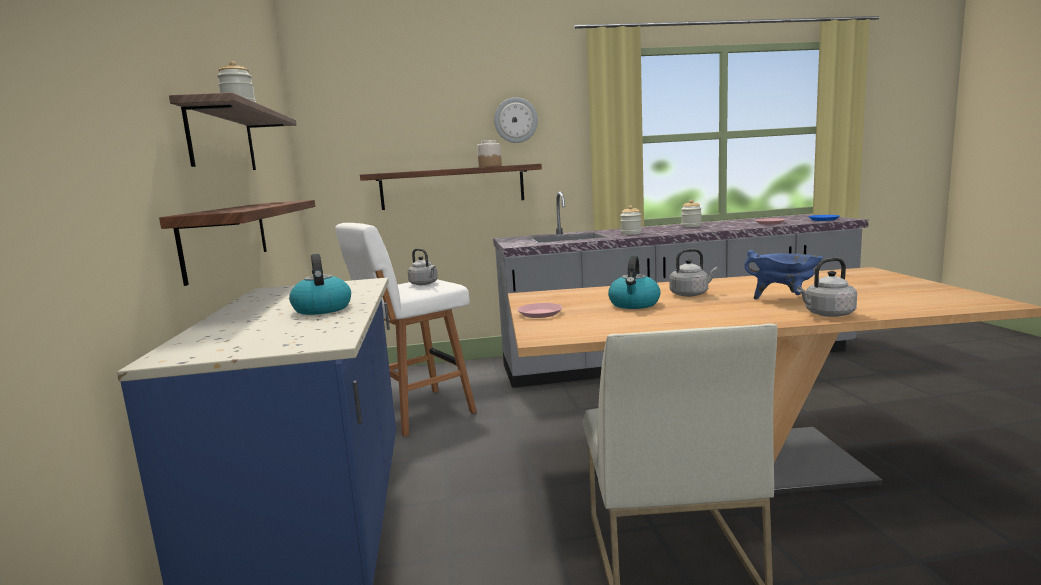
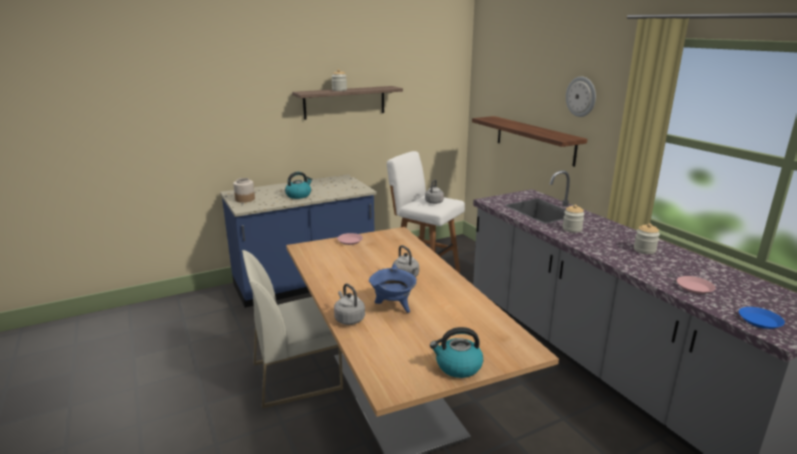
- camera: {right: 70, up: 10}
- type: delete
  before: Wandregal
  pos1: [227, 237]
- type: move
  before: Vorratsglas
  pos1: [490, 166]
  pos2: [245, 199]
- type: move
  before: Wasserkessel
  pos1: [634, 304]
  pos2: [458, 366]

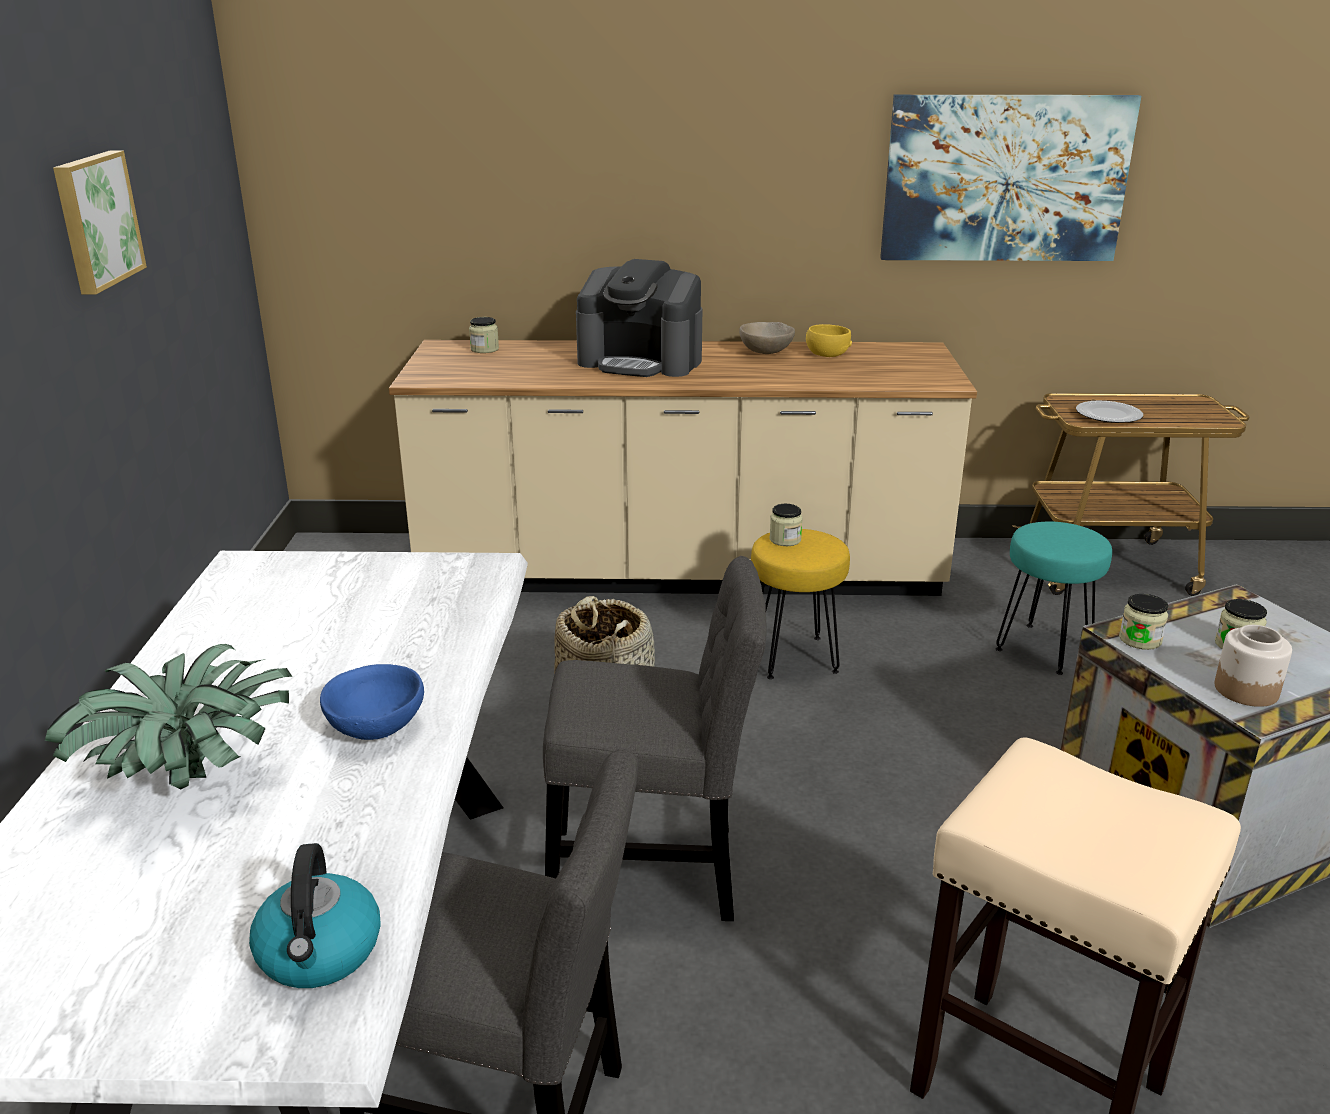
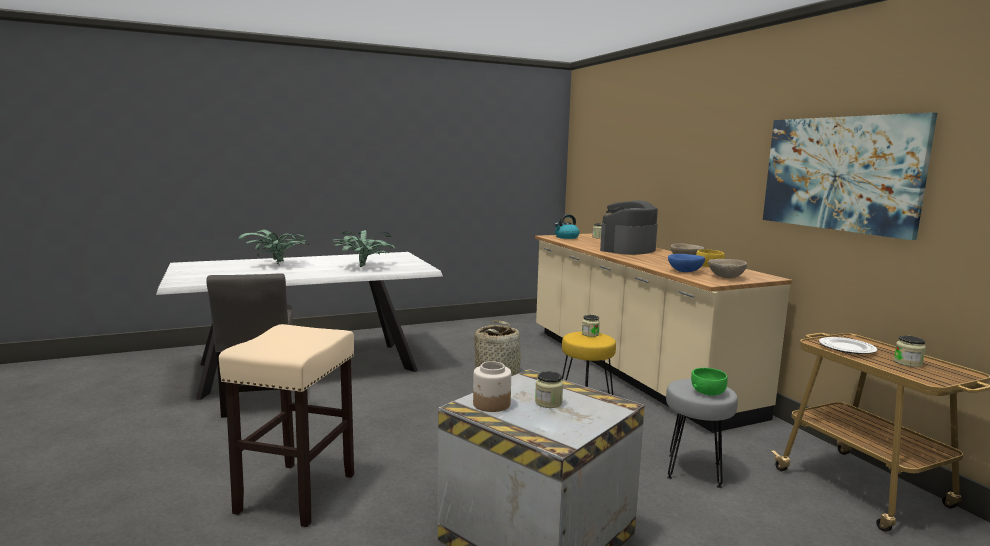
- camera: {right: 65, up: -15}
- type: delete
  before: Bild
  pos1: [95, 220]
- type: delete
  before: Stuhl [grau]
  pos1: [654, 870]
- type: insert
  after: Topfpflanze
  pos2: [364, 267]
- type: insert
  after: Schüssel [grün]
  pos2: [708, 391]
- type: insert
  after: Schüssel [beige]
  pos2: [725, 277]
- type: move
  before: Wasserkessel
  pos1: [320, 953]
  pos2: [566, 237]
- type: move
  before: Schüssel [blau]
  pos1: [375, 726]
  pos2: [685, 271]
- type: move
  before: Vorratsglas
  pos1: [1140, 640]
  pos2: [907, 363]
- type: recolor
  before: Hocker [türkis]
  after: Hocker [grau]
  pos1: [1042, 648]
  pos2: [693, 470]
- type: rotate
  before: Kaffeemaschine
  pos1: [641, 361]
  pos2: [628, 249]
  turn: 45

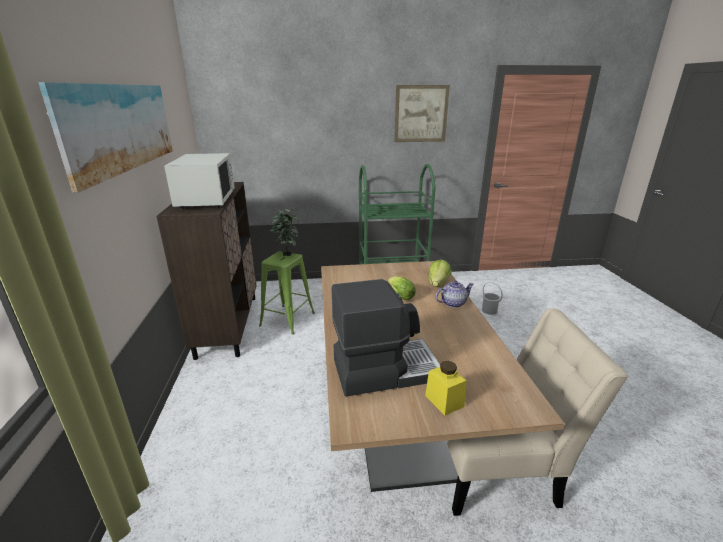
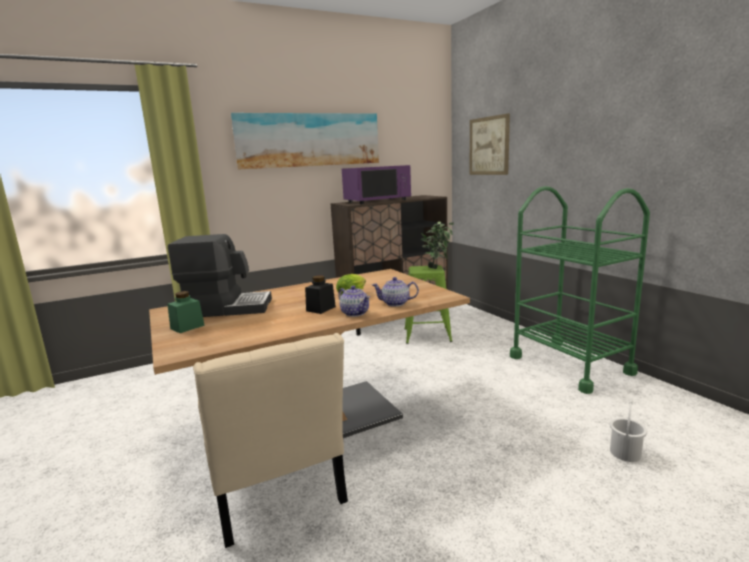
- camera: {right: 70, up: -10}
- type: insert
  after: Vorratsglas [schwarz]
  pos2: [321, 309]
- type: move
  before: Bild
  pos1: [421, 114]
  pos2: [489, 146]
- type: replace
  before: Salatkopf
  after: Teekanne
  pos1: [438, 284]
  pos2: [396, 303]
- type: recolor
  before: Mikrowelle [weiß]
  after: Mikrowelle [lila]
  pos1: [206, 200]
  pos2: [377, 201]
- type: recolor
  before: Vorratsglas [gelb]
  after: Vorratsglas [grün]
  pos1: [444, 401]
  pos2: [187, 327]
- type: rotate
  before: Kaffeemaschine
  pos1: [385, 369]
  pos2: [227, 308]
  turn: -60

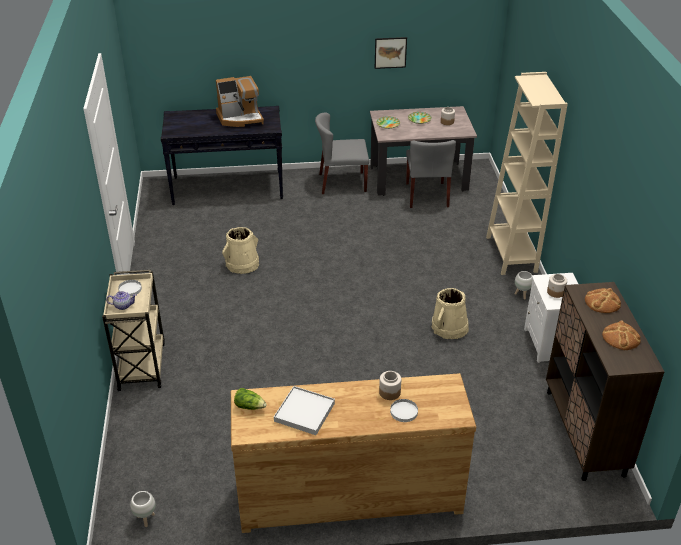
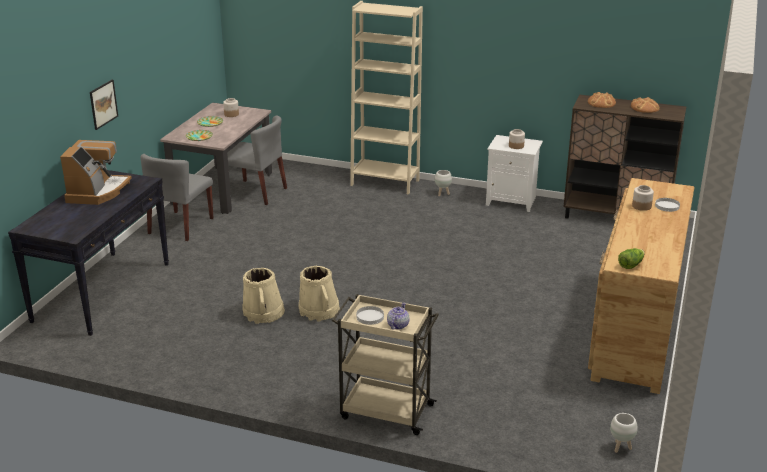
- camera: {right: -65, up: -10}
- type: delete
  before: Tablett [weiß]
  pos1: [304, 412]
- type: move
  before: Bild
  pos1: [390, 52]
  pos2: [103, 104]
- type: move
  before: Eimer [beige]
  pos1: [449, 327]
  pos2: [319, 310]

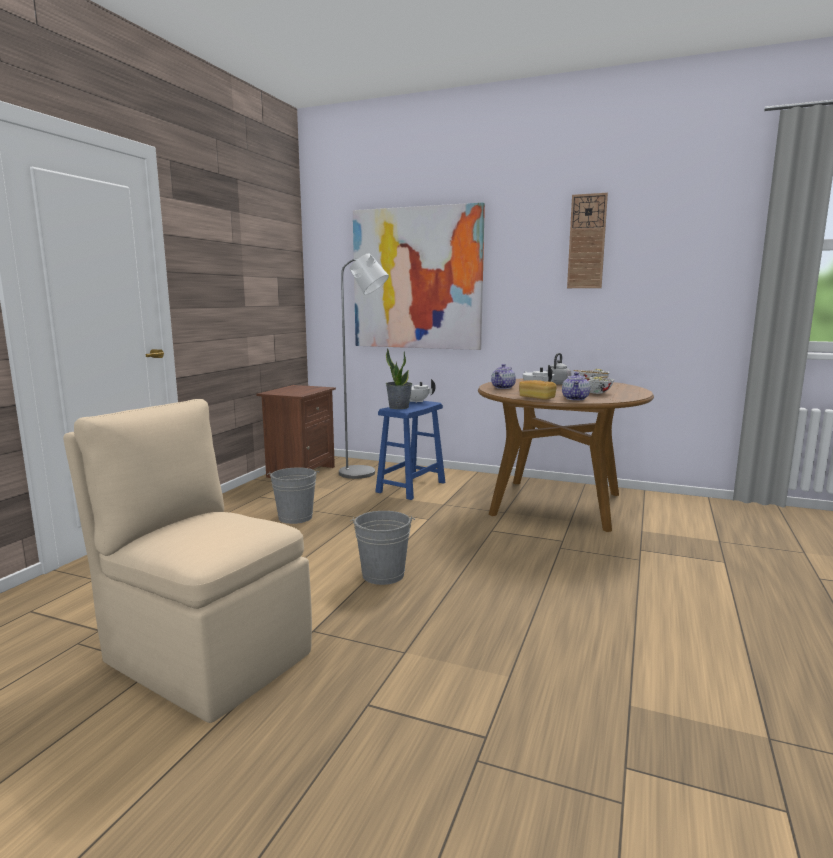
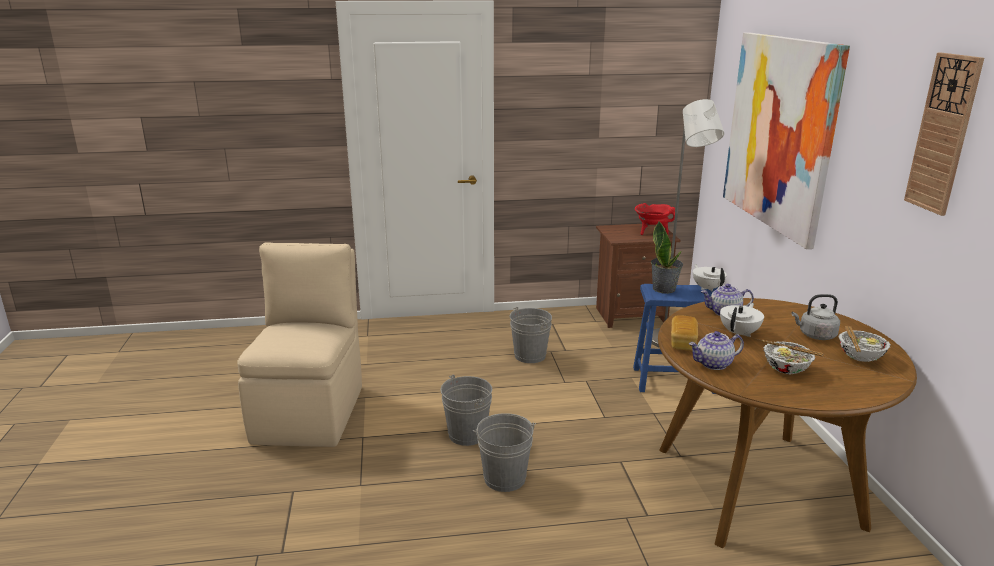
- camera: {right: 60, up: 10}
- type: insert
  after: Eimer [grau]
  pos2: [505, 478]
- type: insert
  after: Kochtopf [rot]
  pos2: [652, 232]

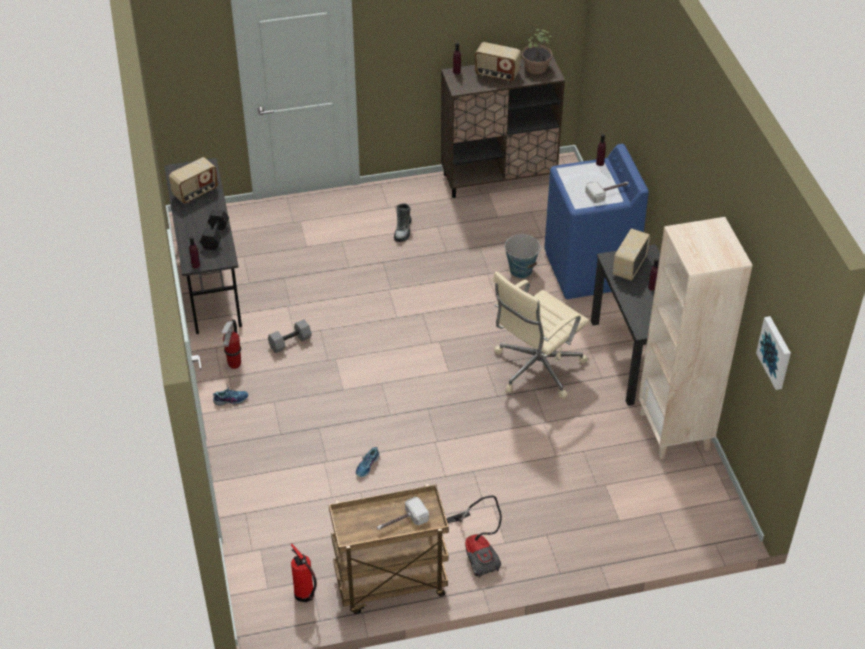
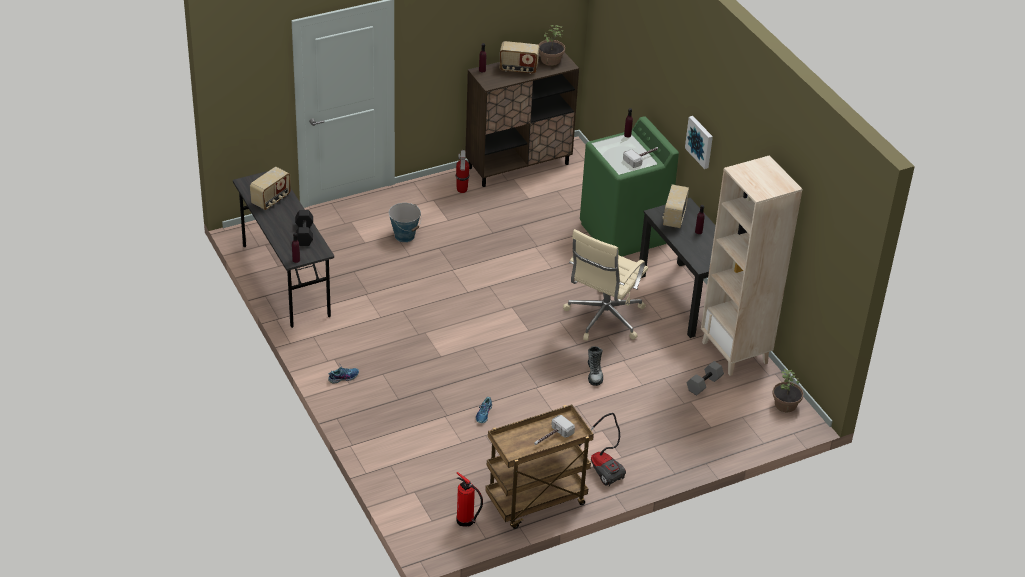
- camera: {right: -15, up: -5}
- type: insert
  after: Topfpflanze
  pos2: [786, 405]
- type: move
  before: Feuerlöscher
  pos1: [234, 364]
  pos2: [462, 190]
- type: move
  before: Hantel [grau]
  pos1: [290, 343]
  pos2: [704, 384]
- type: move
  before: Stiefel
  pos1: [403, 230]
  pos2: [594, 373]
- type: move
  before: Eimer
  pos1: [521, 270]
  pos2: [404, 236]
- type: move
  before: Bild
  pos1: [776, 352]
  pos2: [700, 141]
- type: recolor
  before: Waschmaschine [blau]
  after: Waschmaschine [grün]
  pos1: [589, 270]
  pos2: [623, 233]

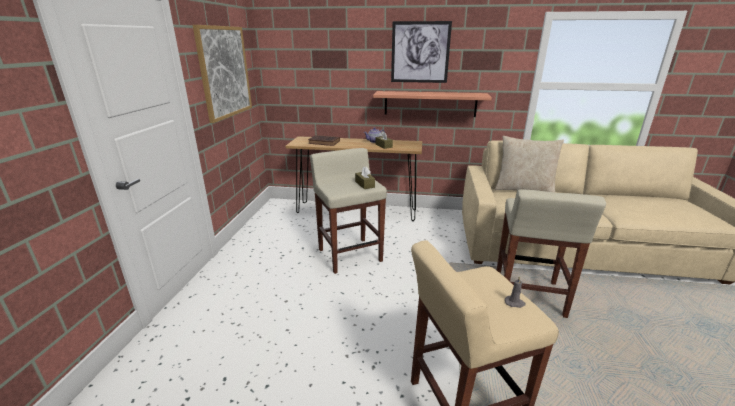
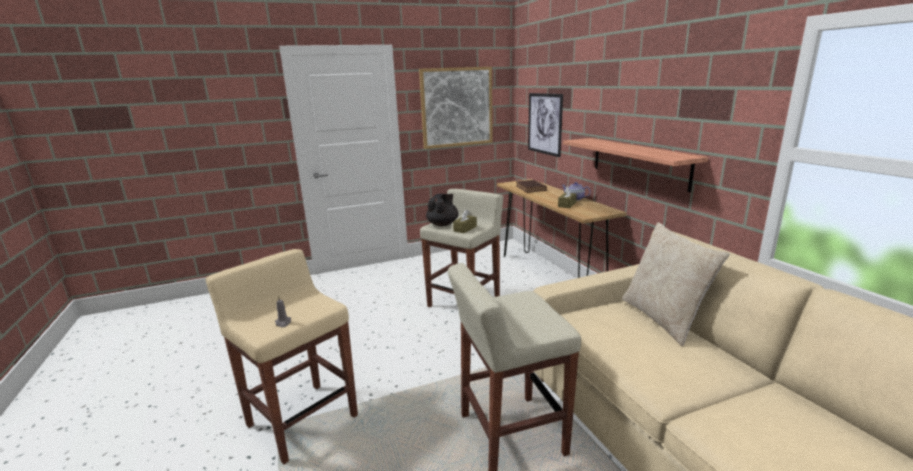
- camera: {right: 60, up: -5}
- type: insert
  after: Teekanne [schwarz]
  pos2: [443, 224]
- type: move
  before: Bild
  pos1: [420, 52]
  pos2: [544, 124]

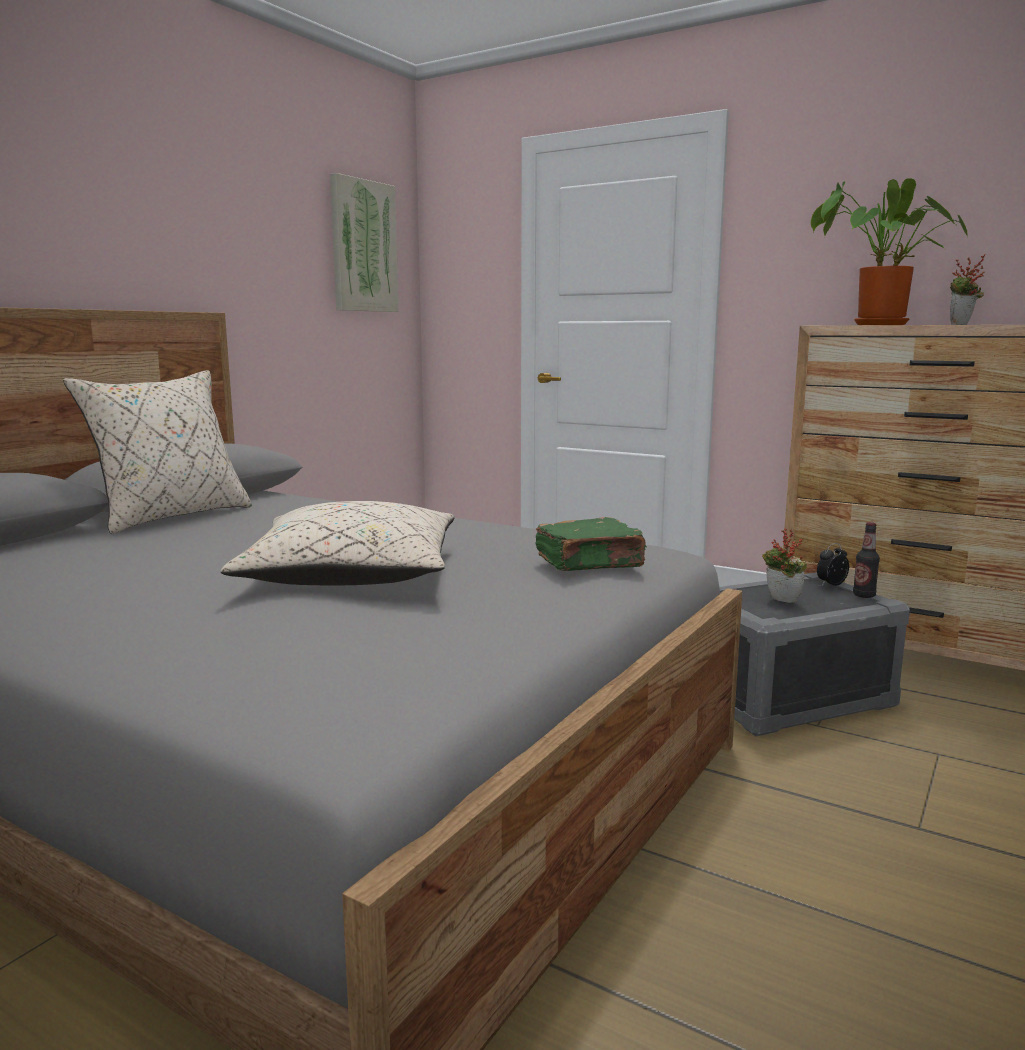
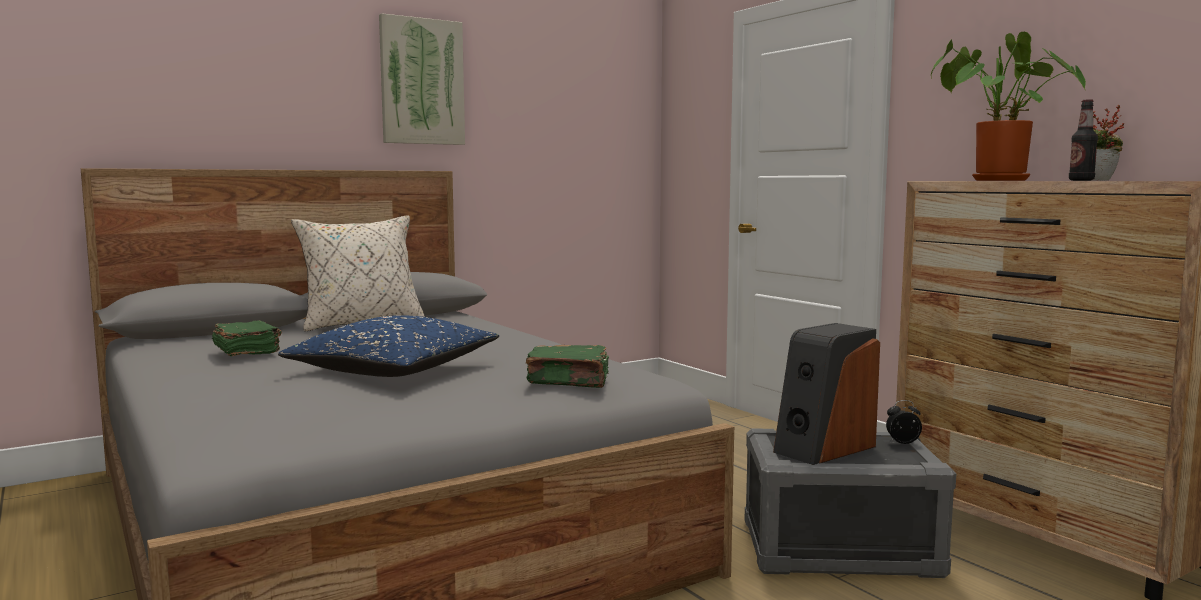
- camera: {right: 25, up: -5}
- type: insert
  after: Buch [grün]
  pos2: [247, 352]
- type: move
  before: Bild
  pos1: [363, 246]
  pos2: [422, 82]
- type: move
  before: Flasche
  pos1: [864, 595]
  pos2: [1081, 180]
- type: replace
  before: Topfpflanze
  after: Lautsprecher
  pos1: [780, 600]
  pos2: [823, 448]
- type: recolor
  before: Kissen [beige]
  after: Kissen [blau]
  pos1: [352, 575]
  pos2: [393, 371]

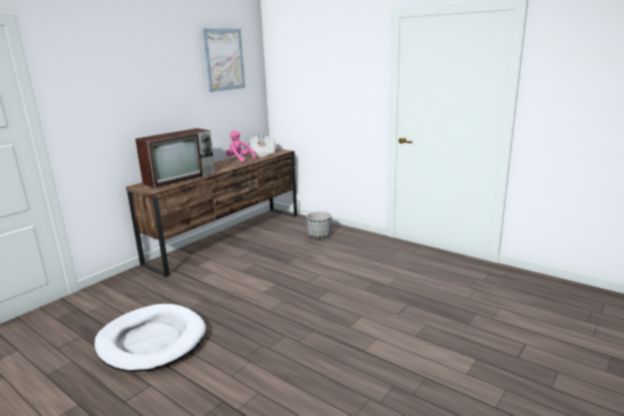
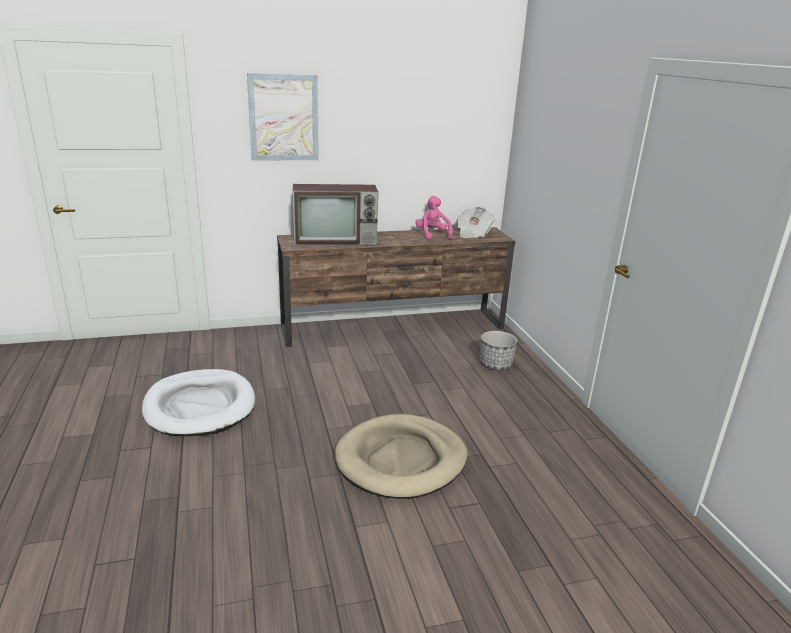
- camera: {right: 35, up: 5}
- type: insert
  after: Hundebett [beige]
  pos2: [401, 460]
- type: move
  before: Bild
  pos1: [224, 59]
  pos2: [284, 118]

